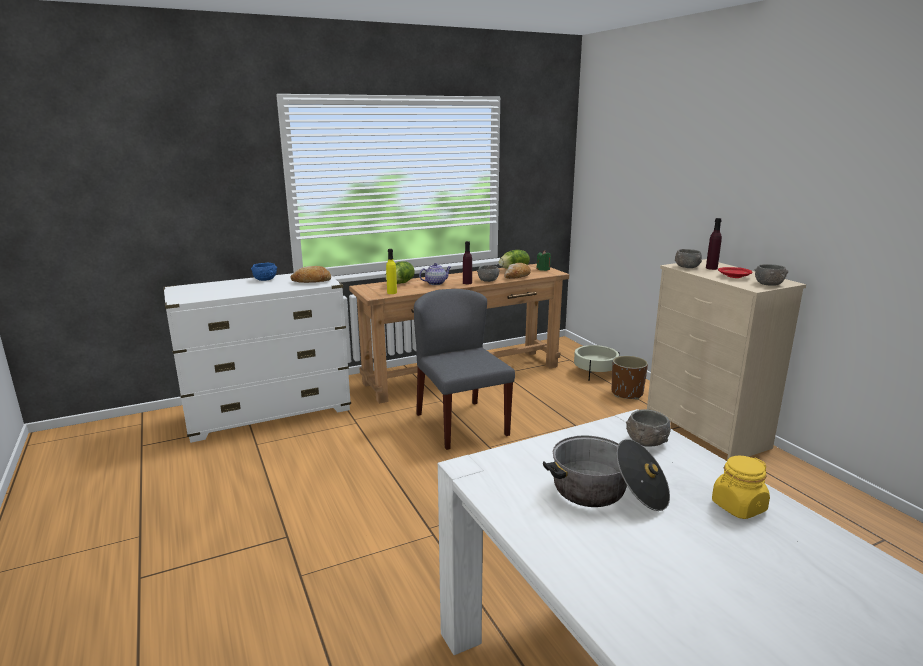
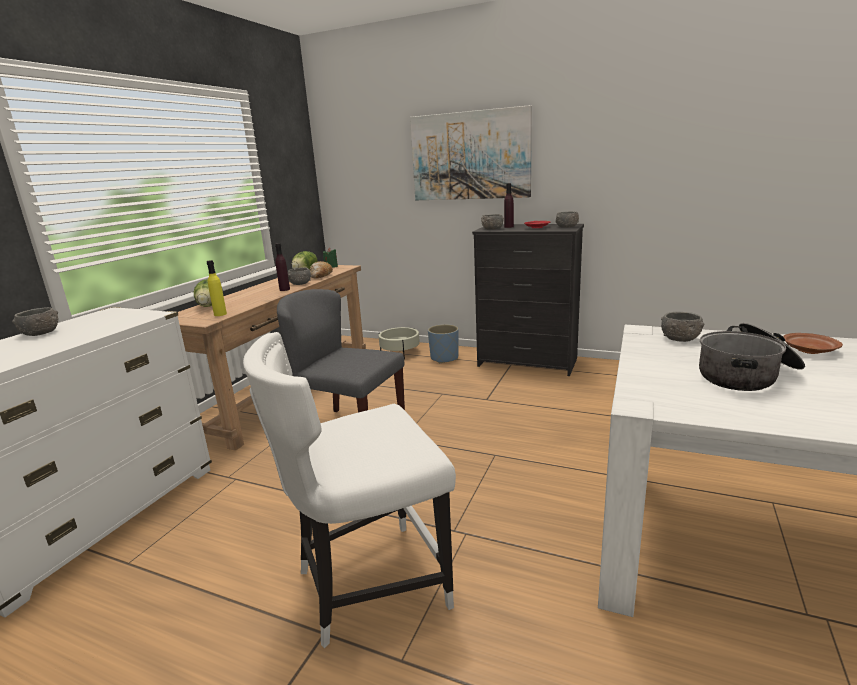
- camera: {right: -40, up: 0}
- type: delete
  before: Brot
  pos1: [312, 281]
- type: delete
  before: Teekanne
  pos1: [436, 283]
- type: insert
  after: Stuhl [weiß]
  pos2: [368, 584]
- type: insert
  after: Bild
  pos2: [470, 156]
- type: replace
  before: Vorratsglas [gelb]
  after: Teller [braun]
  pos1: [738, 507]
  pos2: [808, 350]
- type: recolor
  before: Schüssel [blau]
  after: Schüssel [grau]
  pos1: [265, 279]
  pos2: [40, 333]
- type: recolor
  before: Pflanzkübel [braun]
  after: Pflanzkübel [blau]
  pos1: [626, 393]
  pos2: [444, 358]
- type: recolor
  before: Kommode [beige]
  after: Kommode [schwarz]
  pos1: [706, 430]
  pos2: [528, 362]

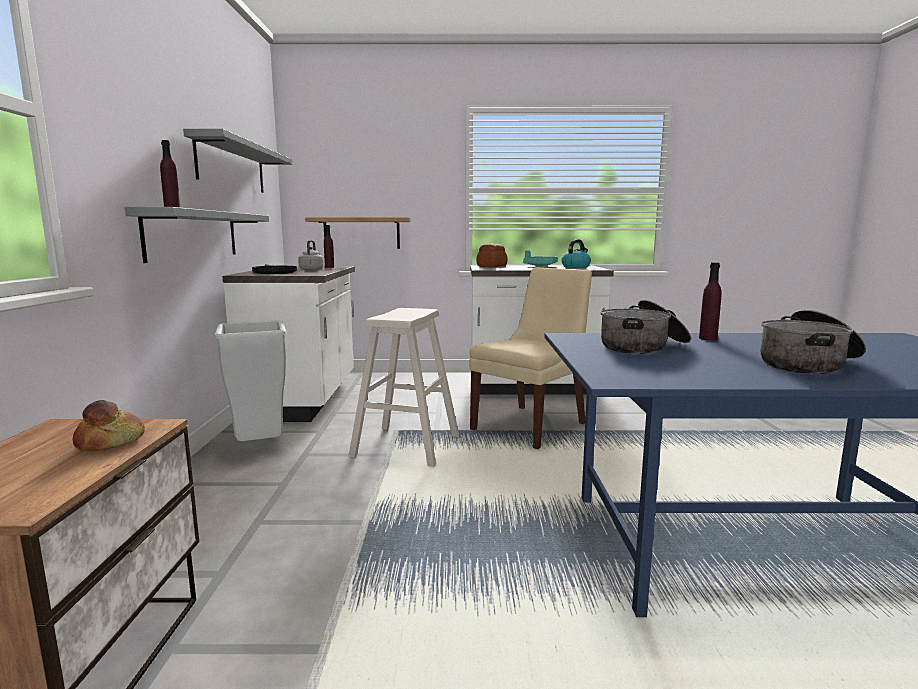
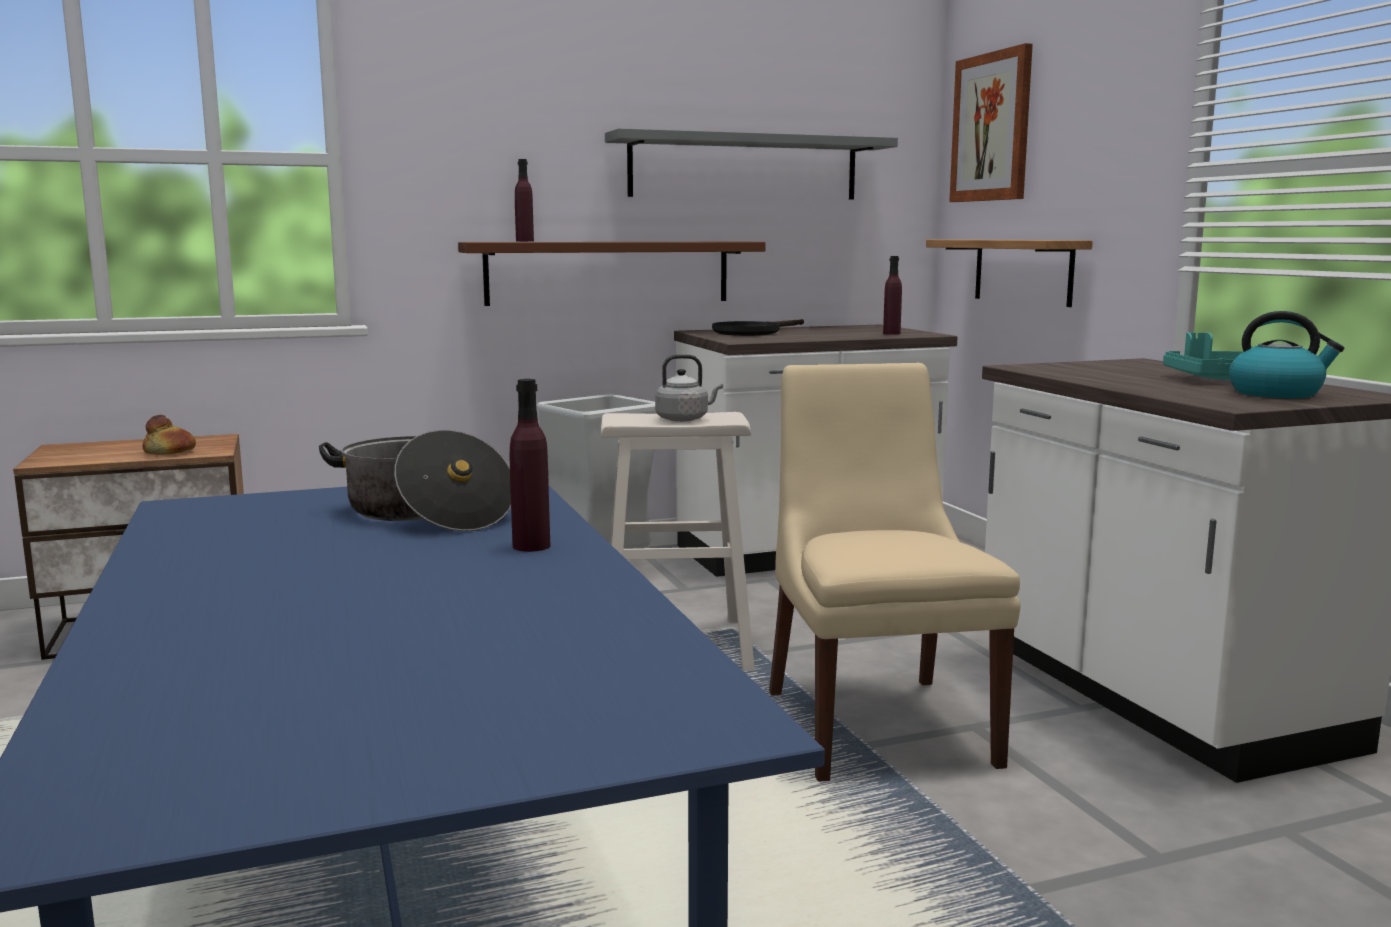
- camera: {right: 70, up: 0}
- type: delete
  before: Brot
  pos1: [492, 266]
- type: delete
  before: Kochtopf
  pos1: [809, 364]
- type: insert
  after: Bild
  pos2: [992, 127]
- type: move
  before: Wasserkessel [grau]
  pos1: [312, 270]
  pos2: [685, 419]
- type: recolor
  before: Wandregal [grau]
  after: Wandregal [braun]
  pos1: [194, 235]
  pos2: [609, 272]
- type: rotate
  before: Stuhl [beige]
  pos1: [531, 425]
  pos2: [876, 723]
  turn: -120

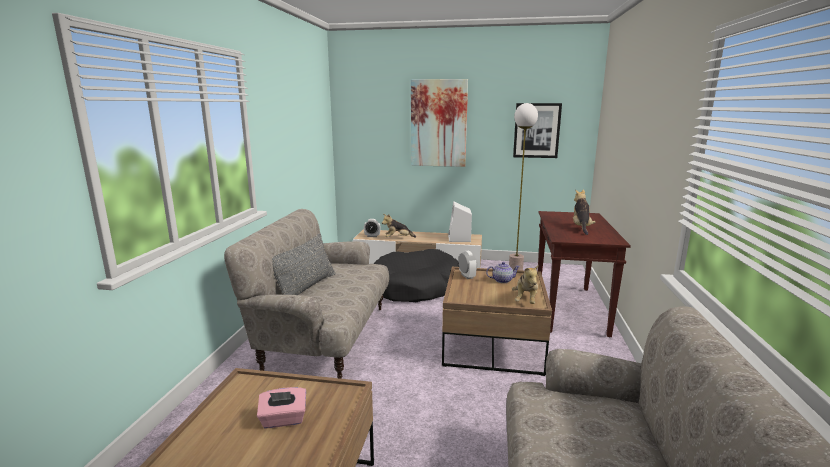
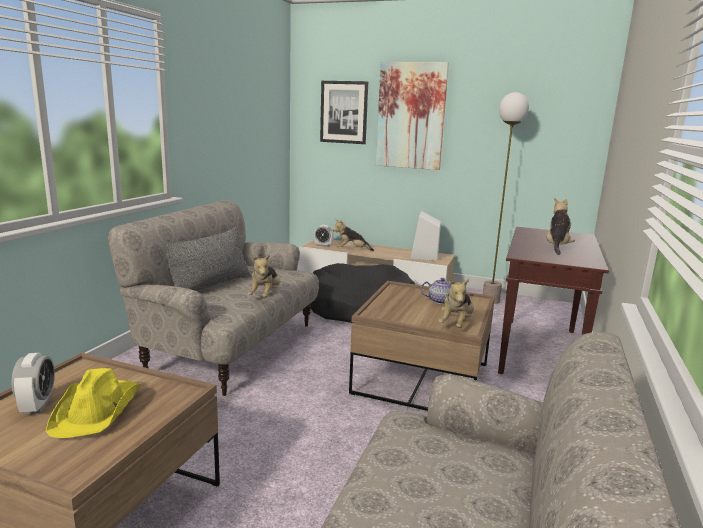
- camera: {right: 10, up: 0}
- type: insert
  after: Plüschtier
  pos2: [265, 295]
- type: move
  before: Wecker
  pos1: [467, 276]
  pos2: [37, 405]
- type: move
  before: Bild
  pos1: [536, 130]
  pos2: [344, 112]
- type: replace
  before: Taschentuchbox [rosa]
  after: Hut [gelb]
  pos1: [283, 420]
  pos2: [98, 409]

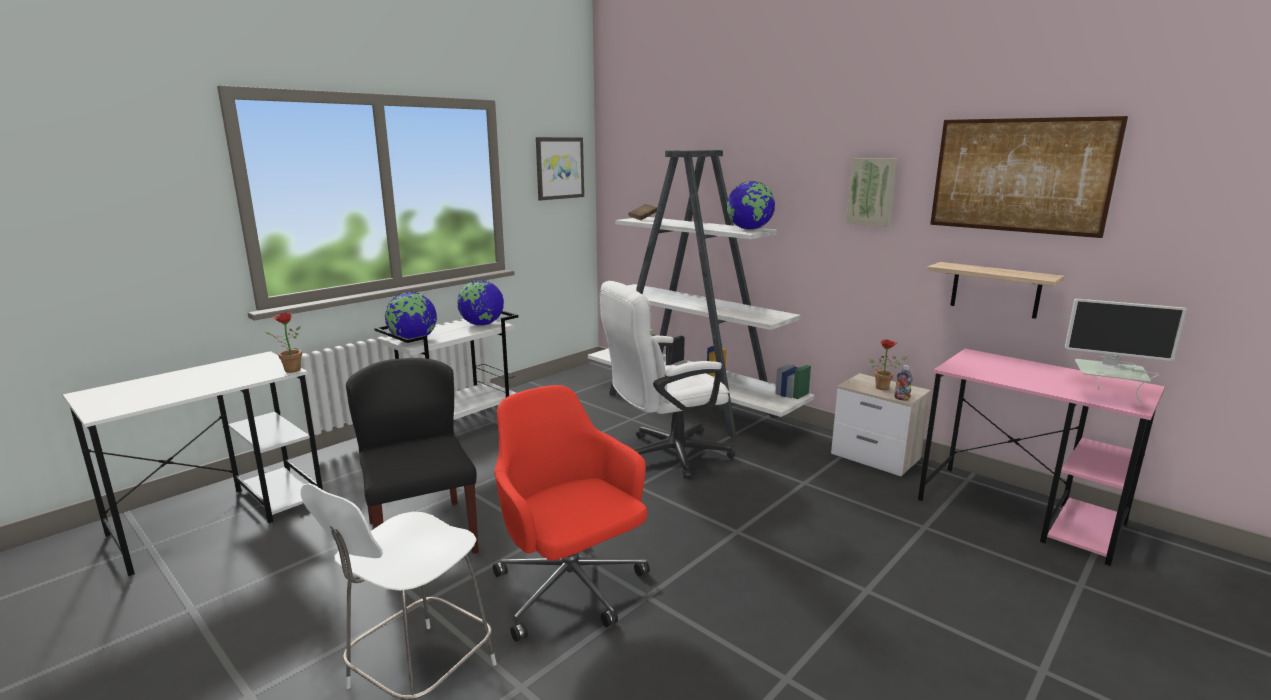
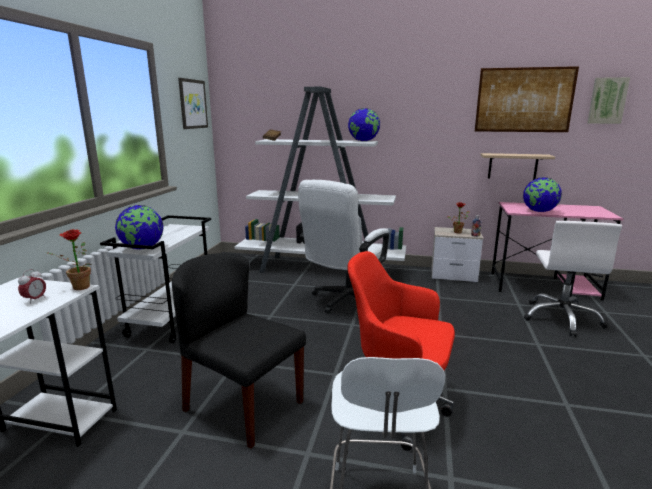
- camera: {right: -30, up: 0}
- type: delete
  before: Monitor
  pos1: [1105, 399]
- type: insert
  after: Wecker
  pos2: [35, 300]
- type: insert
  after: Bürostuhl [weiß]
  pos2: [562, 318]
- type: move
  before: Globus
  pos1: [482, 324]
  pos2: [539, 211]
- type: move
  before: Bild
  pos1: [872, 191]
  pos2: [607, 101]

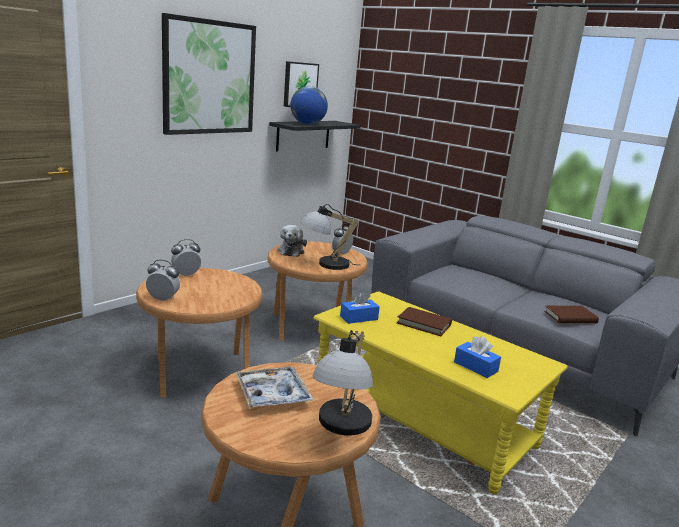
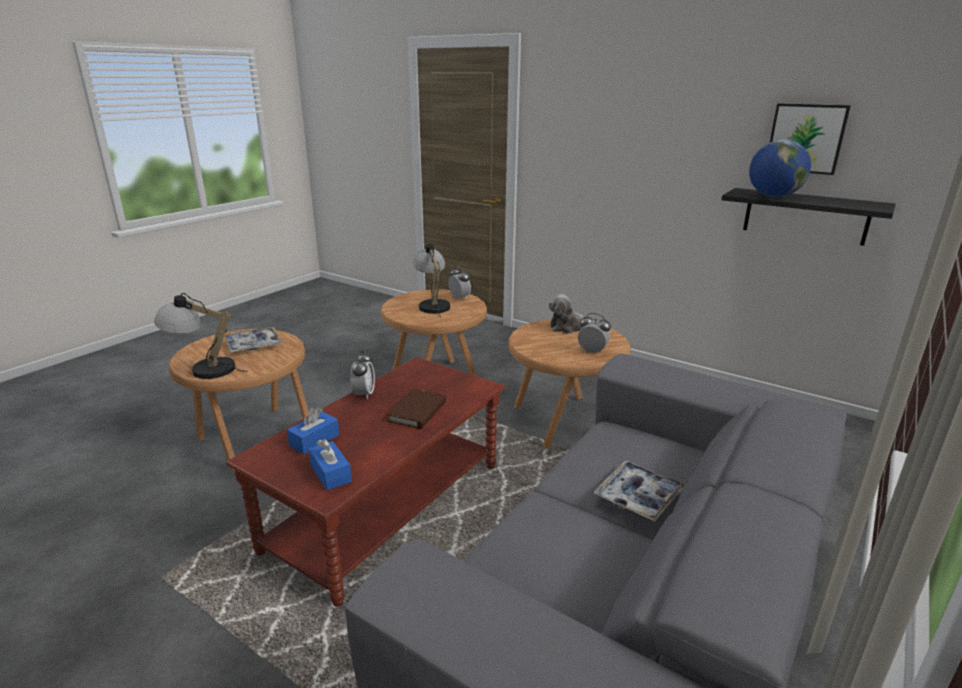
- camera: {right: 85, up: 5}
- type: delete
  before: Bild
  pos1: [209, 77]
- type: delete
  before: Buch [braun]
  pos1: [570, 317]
- type: insert
  after: Tablett
  pos2: [638, 497]
- type: move
  before: Wecker
  pos1: [163, 299]
  pos2: [364, 394]
- type: move
  before: Tischlampe
  pos1: [325, 264]
  pos2: [432, 305]
- type: move
  before: Taschentuchbox [blau]
  pos1: [359, 318]
  pos2: [330, 473]
- type: recolor
  before: Couchtisch [gelb]
  after: Couchtisch [braun]
  pos1: [422, 420]
  pos2: [386, 506]

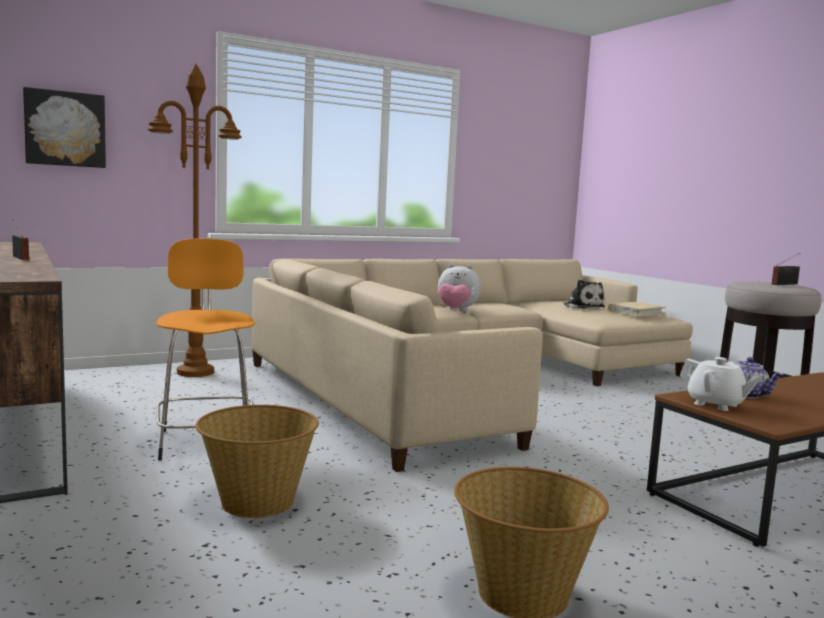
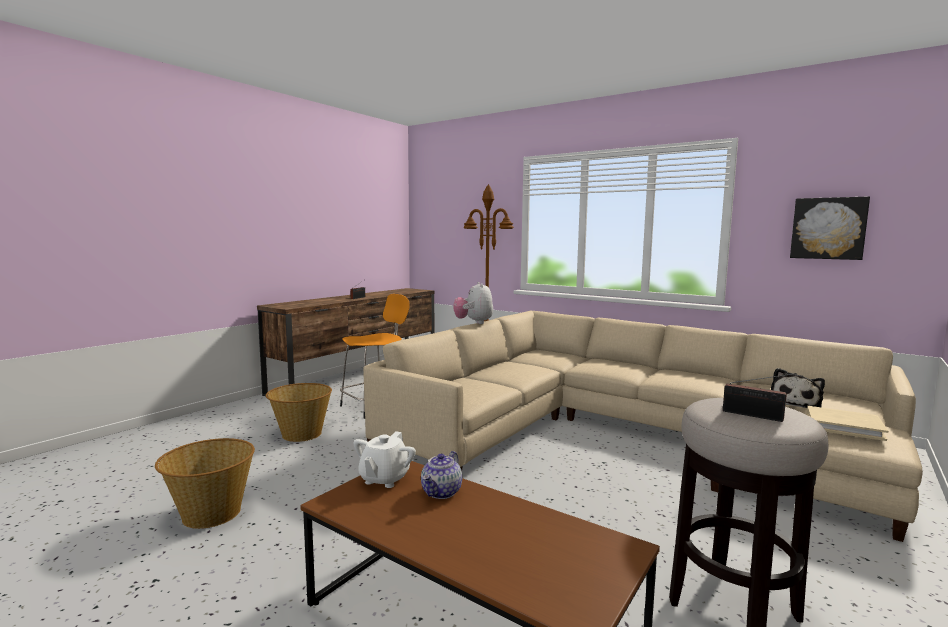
- camera: {right: 65, up: 0}
- type: move
  before: Bild
  pos1: [65, 129]
  pos2: [828, 228]
- type: move
  before: Plüschtier
  pos1: [456, 311]
  pos2: [474, 322]

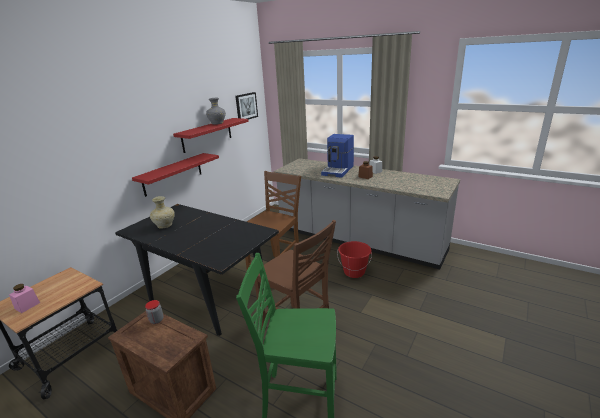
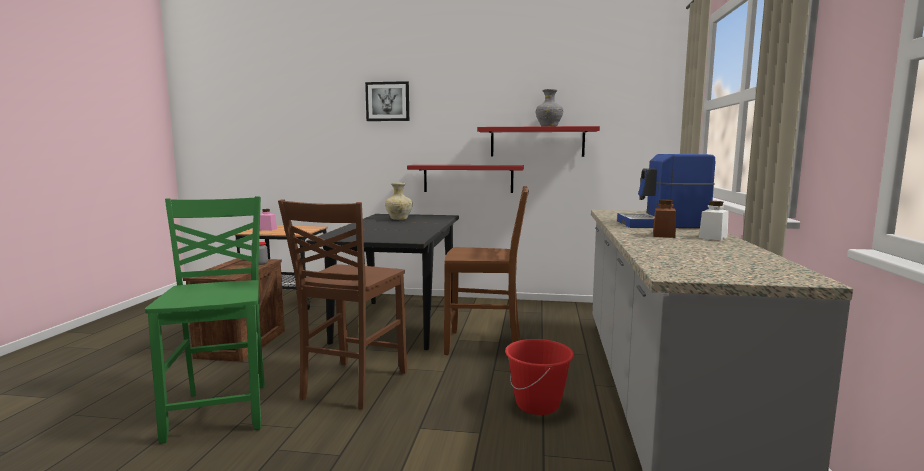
- camera: {right: 65, up: -15}
- type: move
  before: Bild
  pos1: [246, 106]
  pos2: [387, 101]

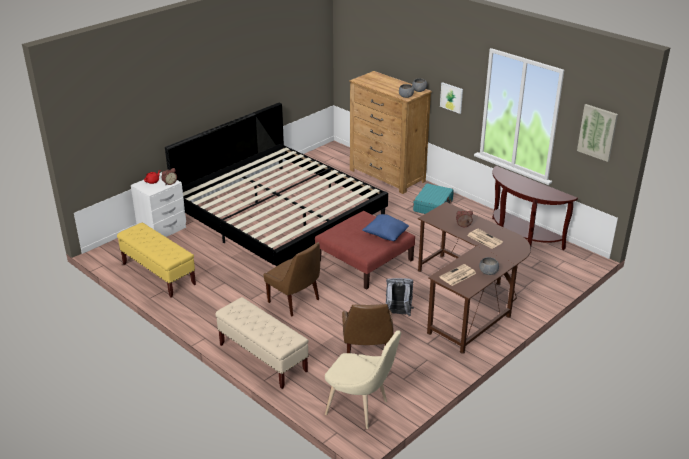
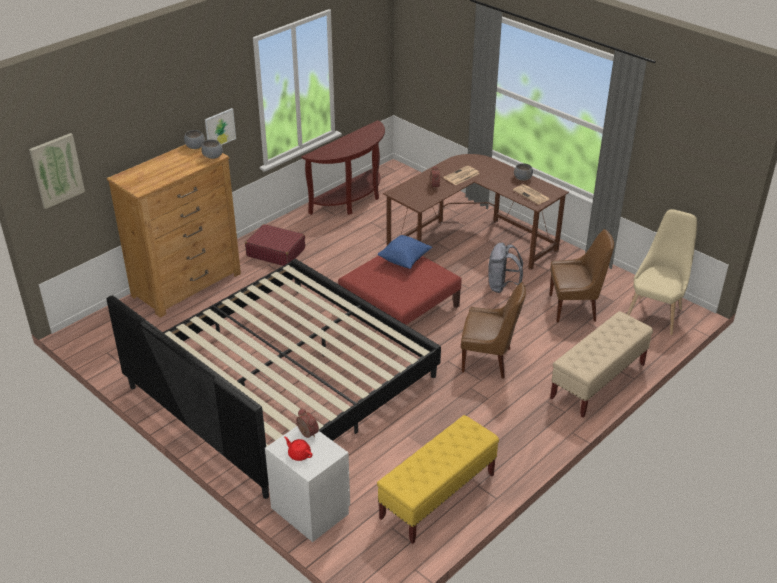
- camera: {right: -90, up: 5}
- type: move
  before: Bild
  pos1: [597, 132]
  pos2: [56, 170]
- type: recolor
  before: Koffer [türkis]
  after: Koffer [rot]
  pos1: [433, 206]
  pos2: [275, 252]
- type: rotate
  before: Stuhl [braun]
  pos1: [295, 302]
  pos2: [488, 360]
  turn: 60

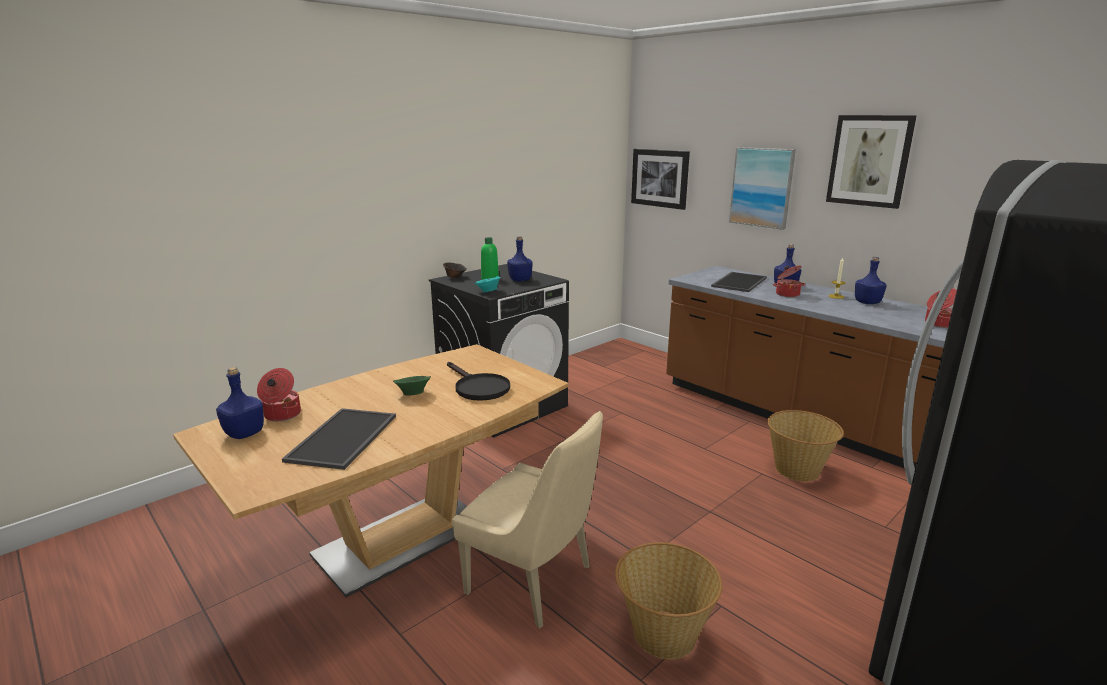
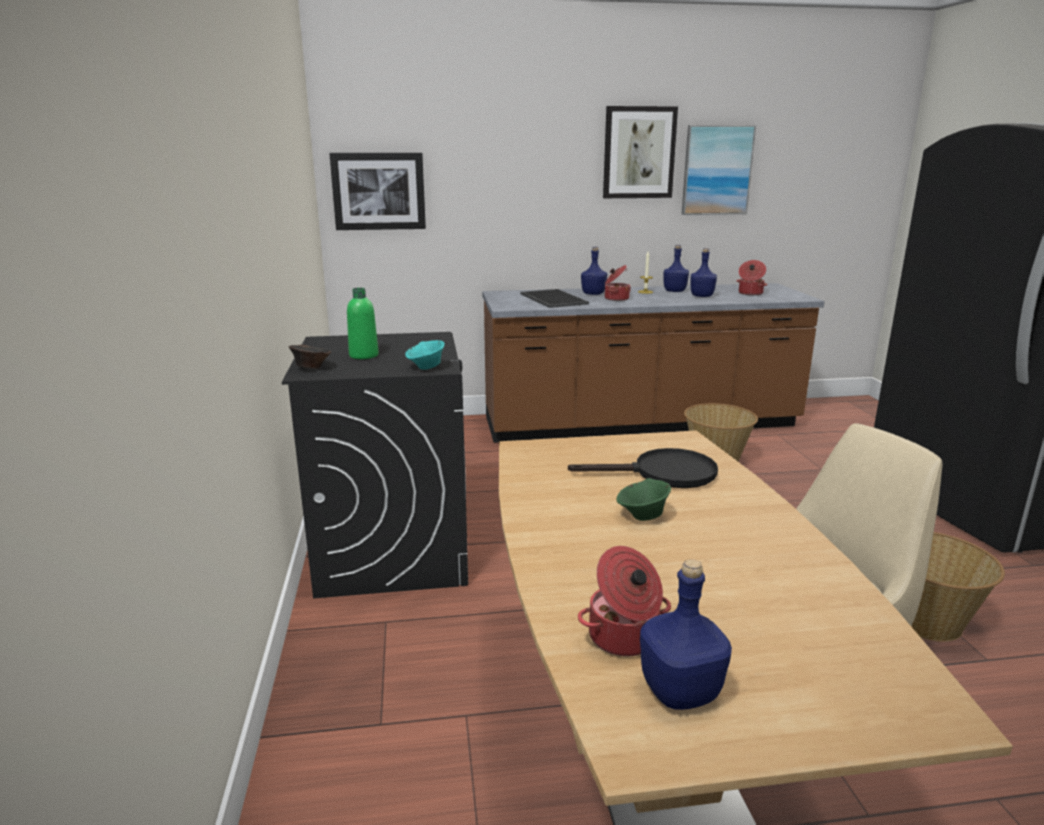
- camera: {right: -55, up: 0}
- type: delete
  before: Tablett
  pos1: [344, 438]
- type: move
  before: Flasche [blau]
  pos1: [520, 280]
  pos2: [702, 296]
- type: move
  before: Bild
  pos1: [761, 187]
  pos2: [717, 170]

